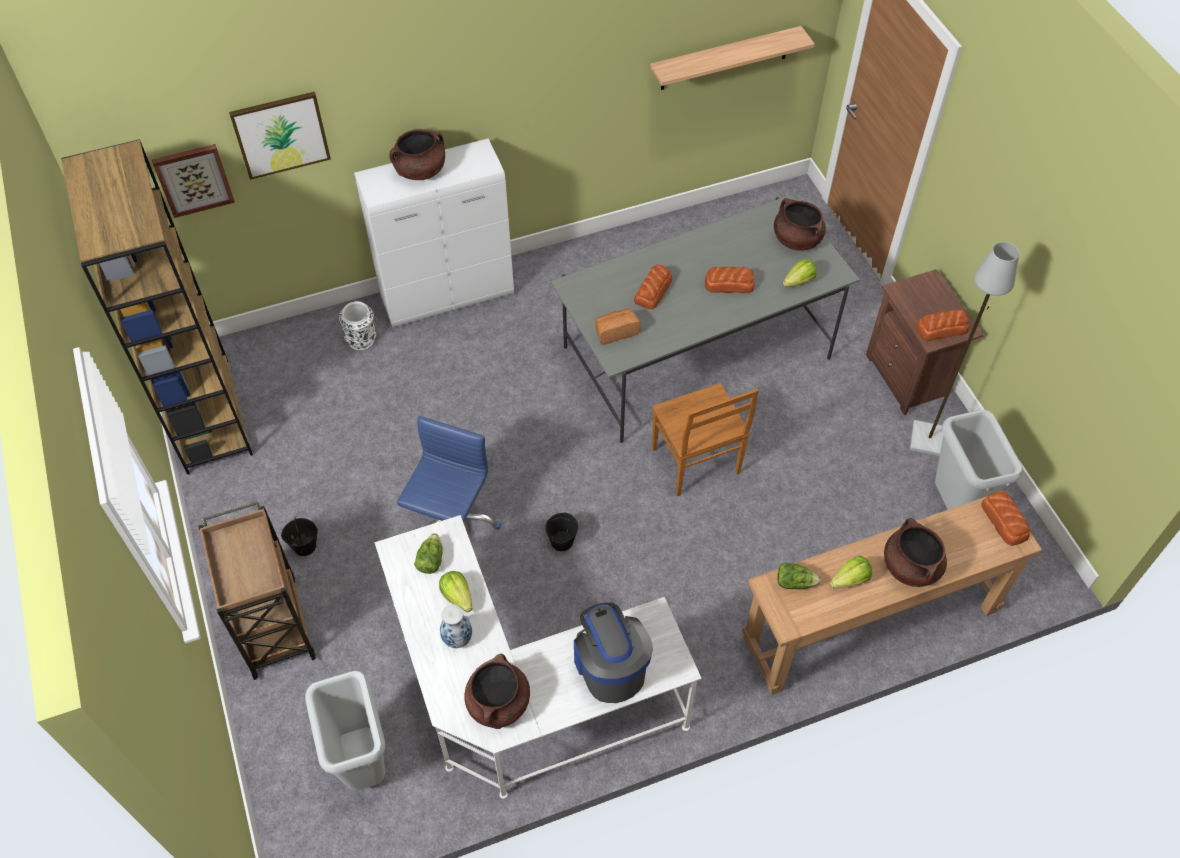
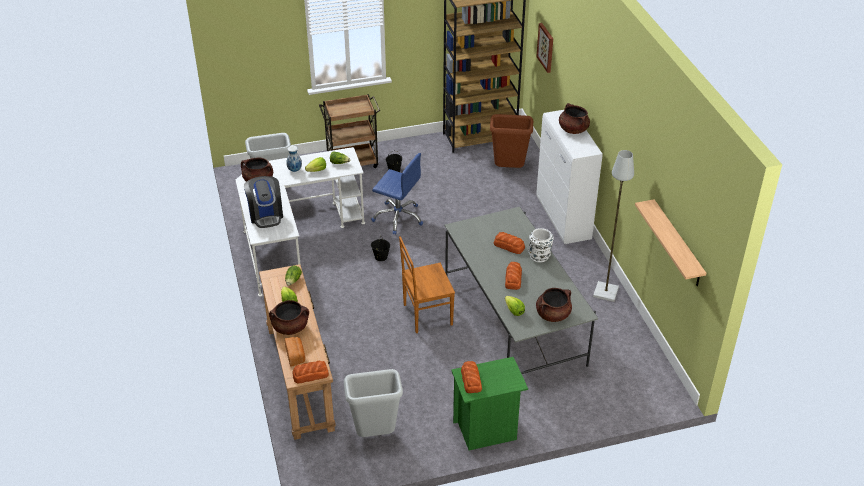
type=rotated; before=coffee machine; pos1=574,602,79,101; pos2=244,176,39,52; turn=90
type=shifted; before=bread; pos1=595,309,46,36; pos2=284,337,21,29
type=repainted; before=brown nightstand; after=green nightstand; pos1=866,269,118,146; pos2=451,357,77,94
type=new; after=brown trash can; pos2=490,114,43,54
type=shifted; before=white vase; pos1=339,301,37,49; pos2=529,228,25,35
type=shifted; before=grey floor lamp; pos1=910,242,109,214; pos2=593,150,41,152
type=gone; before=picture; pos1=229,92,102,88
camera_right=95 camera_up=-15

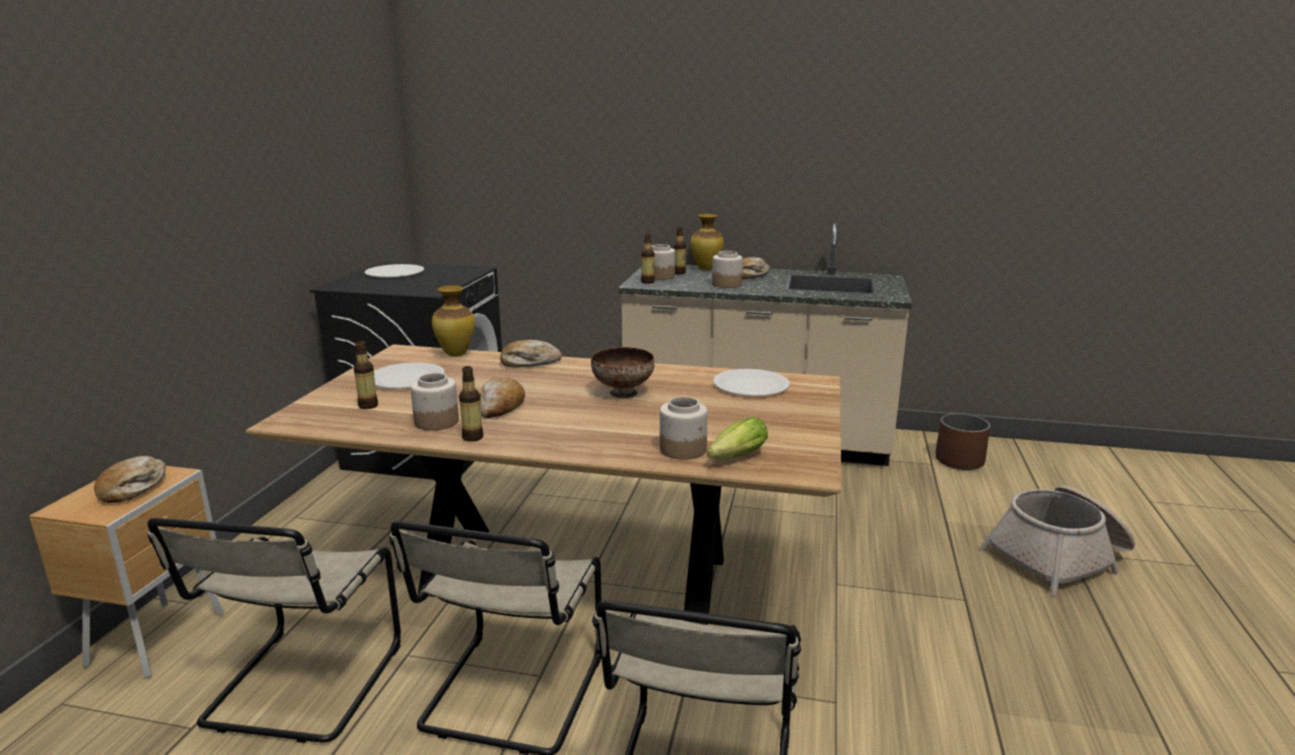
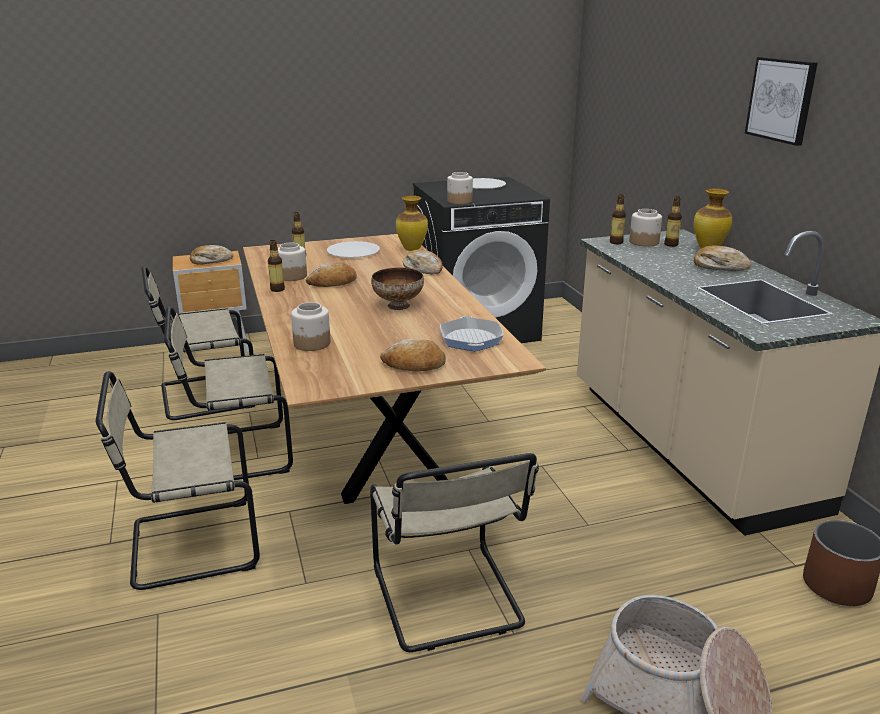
type=new; after=beige chair; pos2=370,453,169,199
type=new; after=bread; pos2=380,339,66,33
type=swapped; before=white plate; after=frying pan; pos1=713,369,77,27; pos2=440,316,64,36
type=shifted; before=jar; pos1=712,251,31,37; pos2=447,172,26,32
type=new; after=picture; pos2=745,57,73,89
type=gone; before=lettuce; pos1=707,417,61,43
camera_right=60 camera_up=5

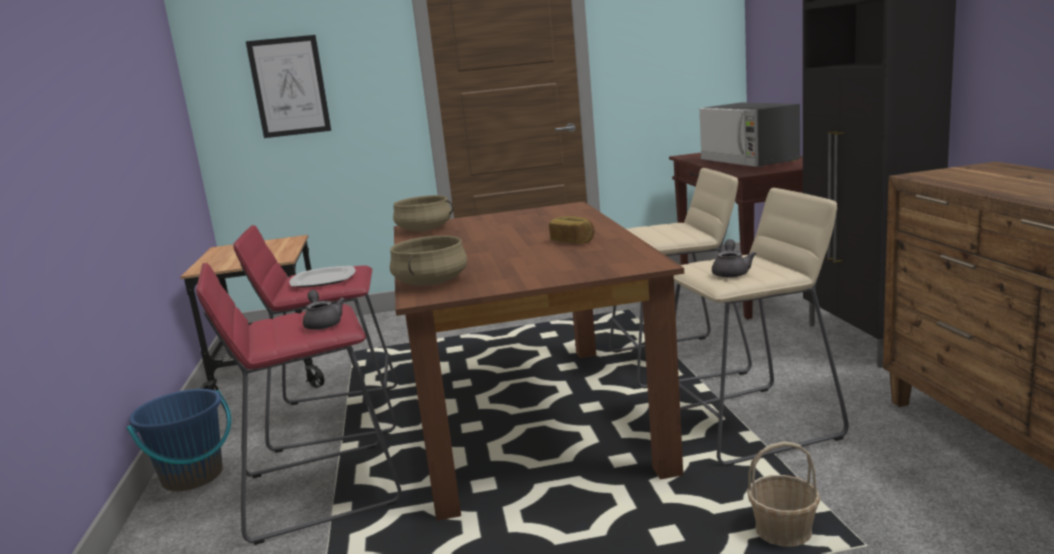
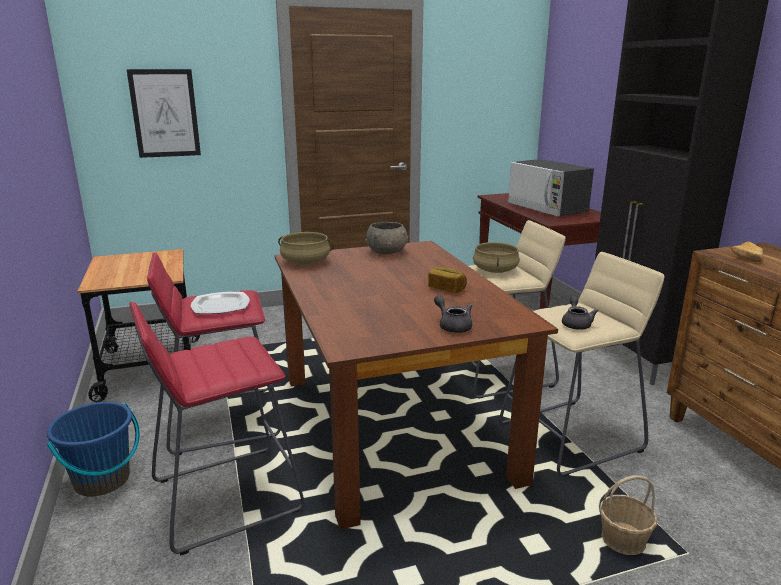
type=new; after=grey bowl; pos2=365,222,43,33
type=shifted; before=grey teapot; pos1=303,290,42,40; pos2=434,295,38,38
type=shifted; before=beige cooking pot; pos1=390,235,77,51; pos2=473,242,47,31
type=new; after=bread; pos2=732,241,31,21
camera_right=-10 camera_up=5

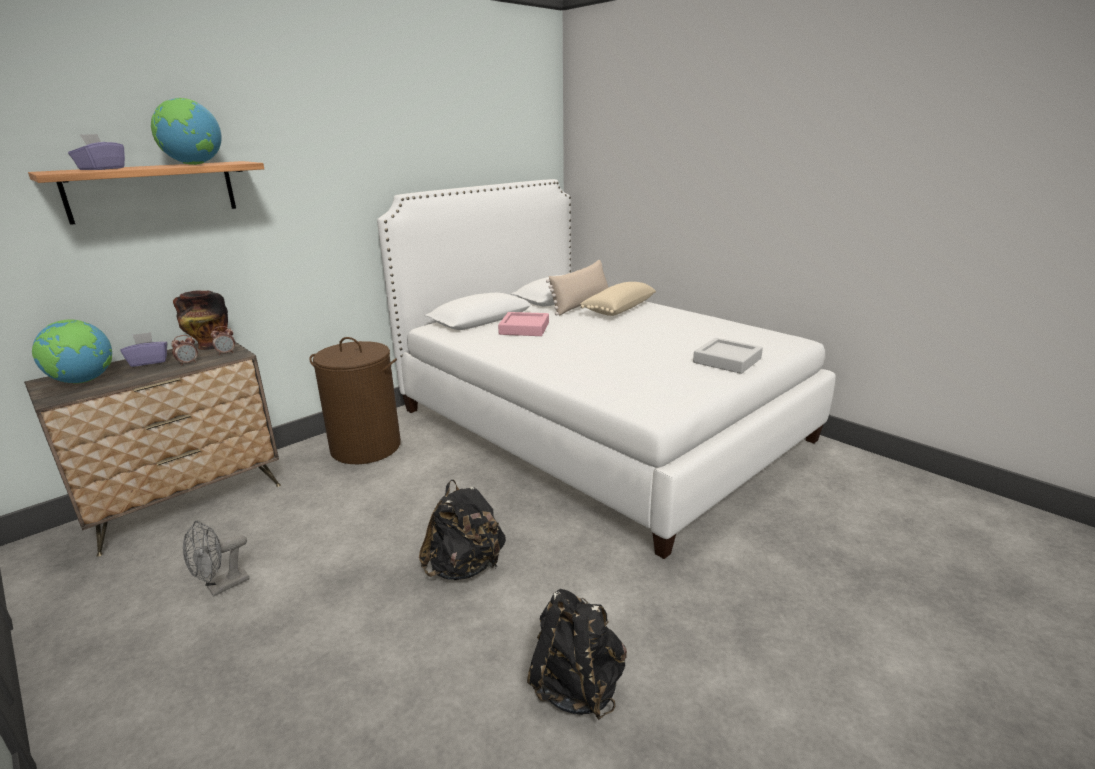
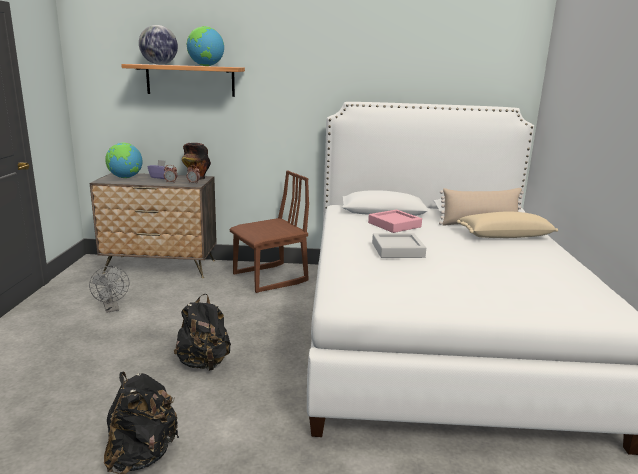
type=rotated; before=grey fan; pos1=183,521,67,76; pos2=89,266,40,47; turn=-120
type=swapped; before=purple tissue box; after=globe; pos1=68,134,57,36; pos2=139,25,39,40
type=swapped; before=brown laundry basket; after=brown chair; pos1=309,337,92,127; pos2=229,170,80,123
type=shifted; before=grey tray; pos1=693,338,70,36; pos2=372,233,54,25
camera_right=45 camera_up=-5

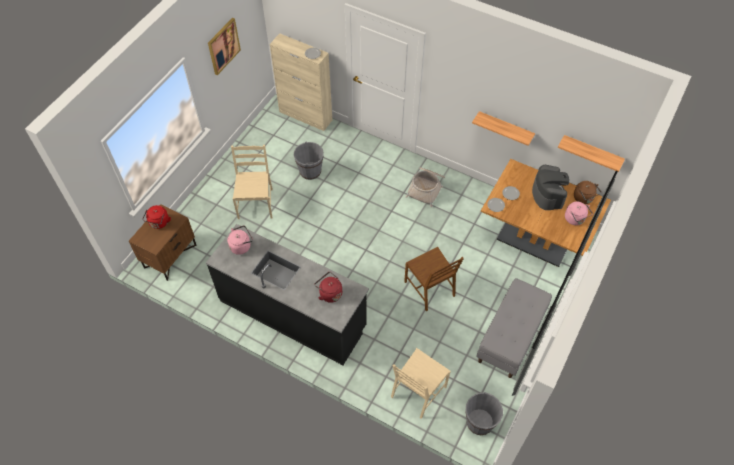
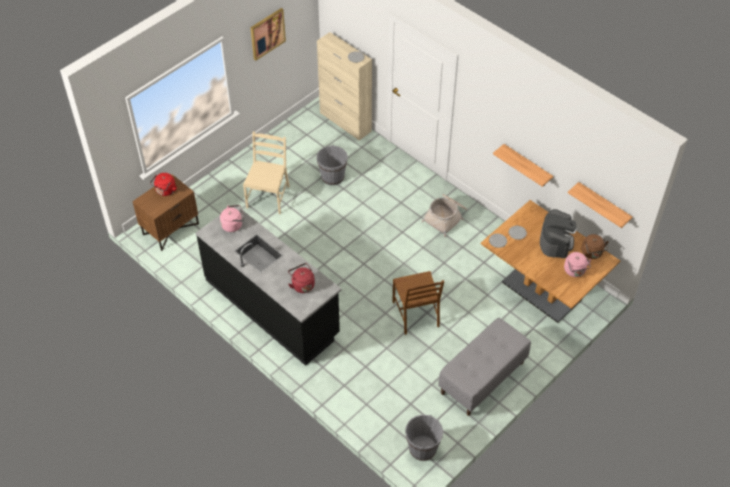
type=gone; before=beige chair; pos1=391,348,60,71
camera_right=15 camera_up=-5

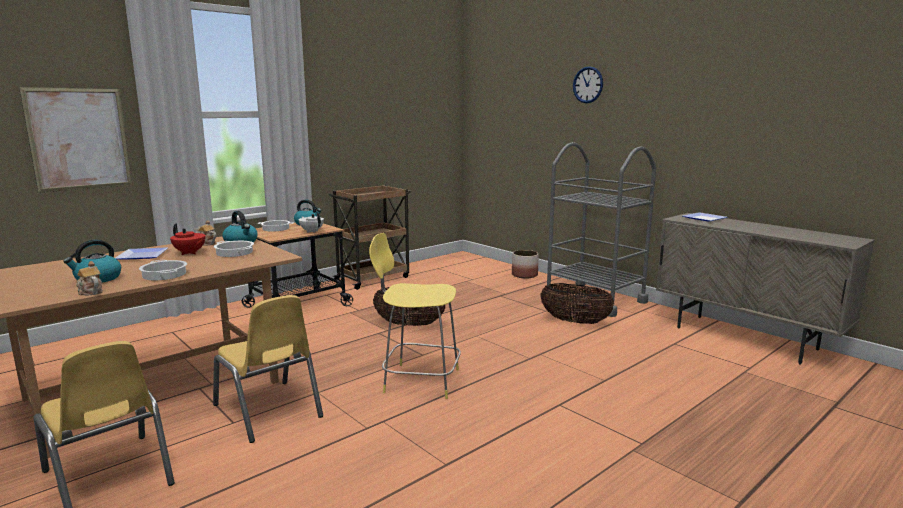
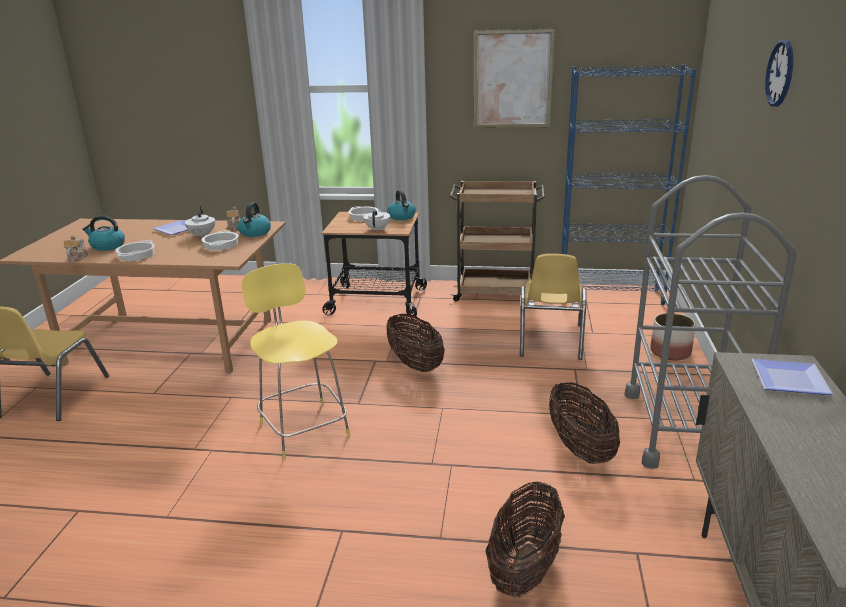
type=repainted; before=red teapot; after=white teapot; pos1=170,223,36,32; pos2=185,206,30,32
type=shifted; before=picture; pos1=19,87,114,106; pos2=473,29,83,98
type=new; after=basket; pos2=485,481,80,117
type=shifted; before=yellow chair; pos1=213,295,110,148; pos2=520,254,67,106
type=new; after=blue bookcase; pos2=561,64,135,241
camera_right=50 camera_up=10

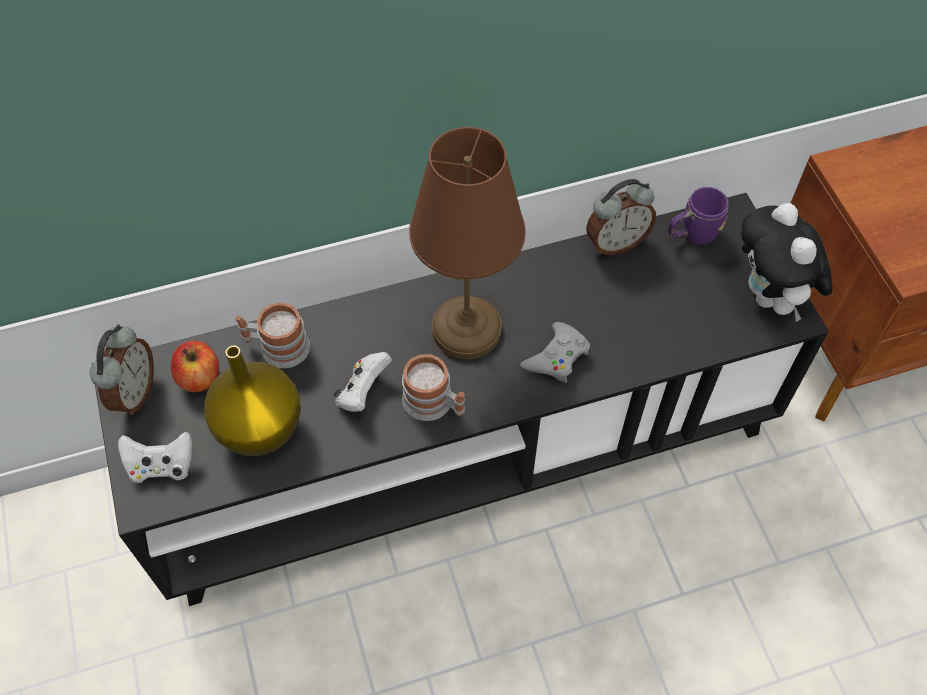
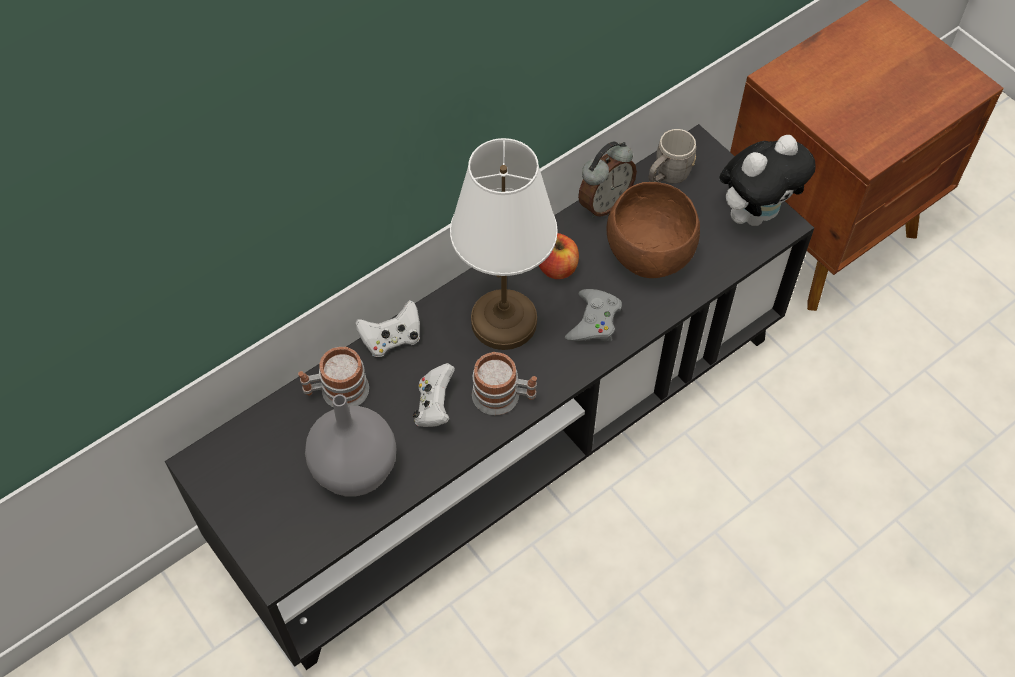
type=repainted; before=yellow vase; after=grey vase; pos1=204,345,97,111; pos2=305,394,92,103
type=shifted; before=white game controller; pos1=118,432,74,51; pos2=355,300,65,57
type=repainted; before=brown table lamp; after=white table lamp; pos1=409,127,117,232; pos2=450,138,108,212
type=shifted; before=apple; pos1=171,341,48,51; pos2=539,233,40,46
type=new; after=brown bowl; pos2=607,182,93,96
type=repainted; before=purple mug; after=grey mug; pos1=668,187,61,58; pos2=649,129,47,55
type=rotated; before=plush toy; pos1=741,203,92,119; pos2=719,135,97,91; turn=-90
type=gone; before=alarm clock; pos1=90,325,64,90
camera_right=-20 camera_up=0

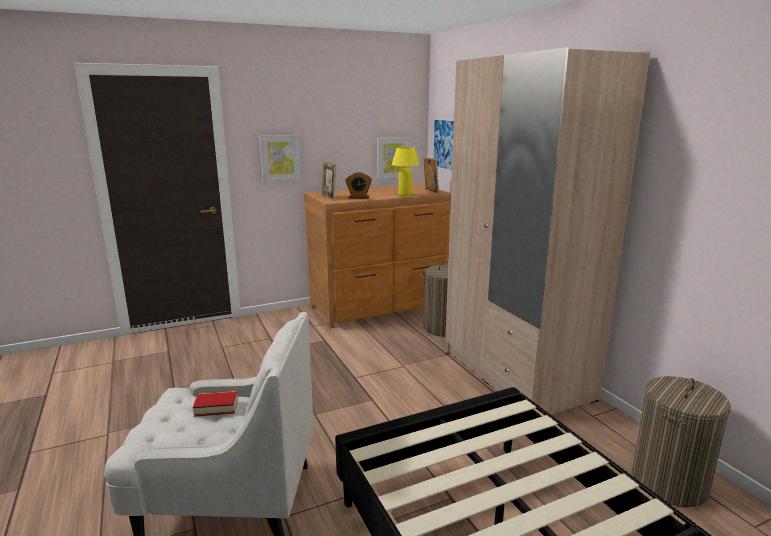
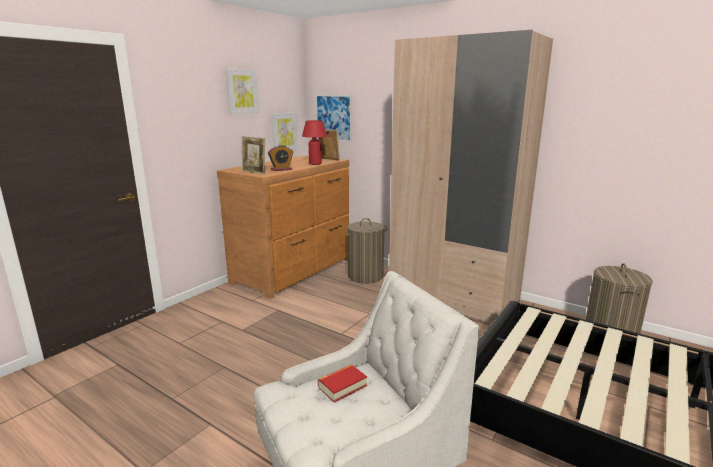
type=shifted; before=picture; pos1=259,135,42,47; pos2=225,68,34,46
type=repainted; before=yellow table lamp; after=red table lamp; pos1=392,147,27,49; pos2=302,120,25,45
camera_right=-30 camera_up=0

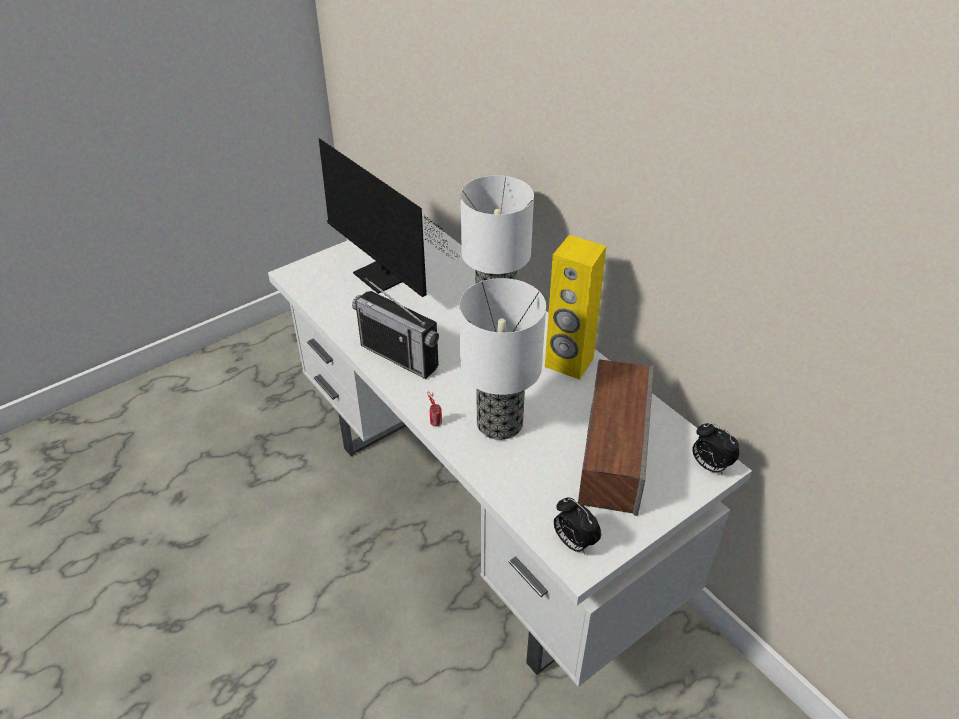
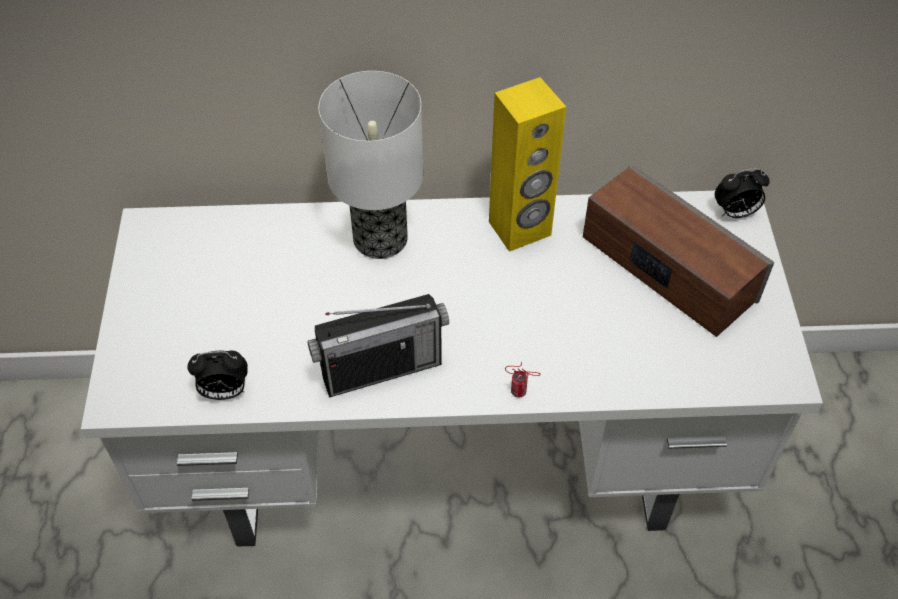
type=shifted; before=alarm clock; pos1=554,498,47,56; pos2=187,350,61,50
type=gone; before=monitor; pos1=319,138,141,159
type=gone; before=table lamp; pos1=459,278,87,162
camera_right=-55 camera_up=10

